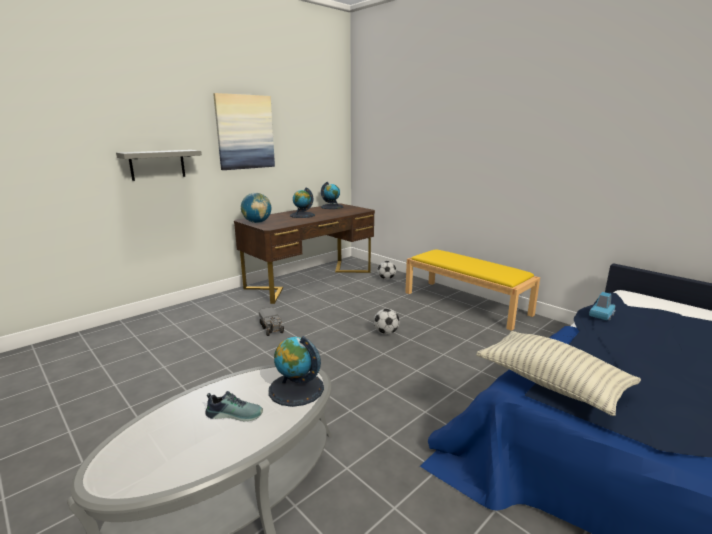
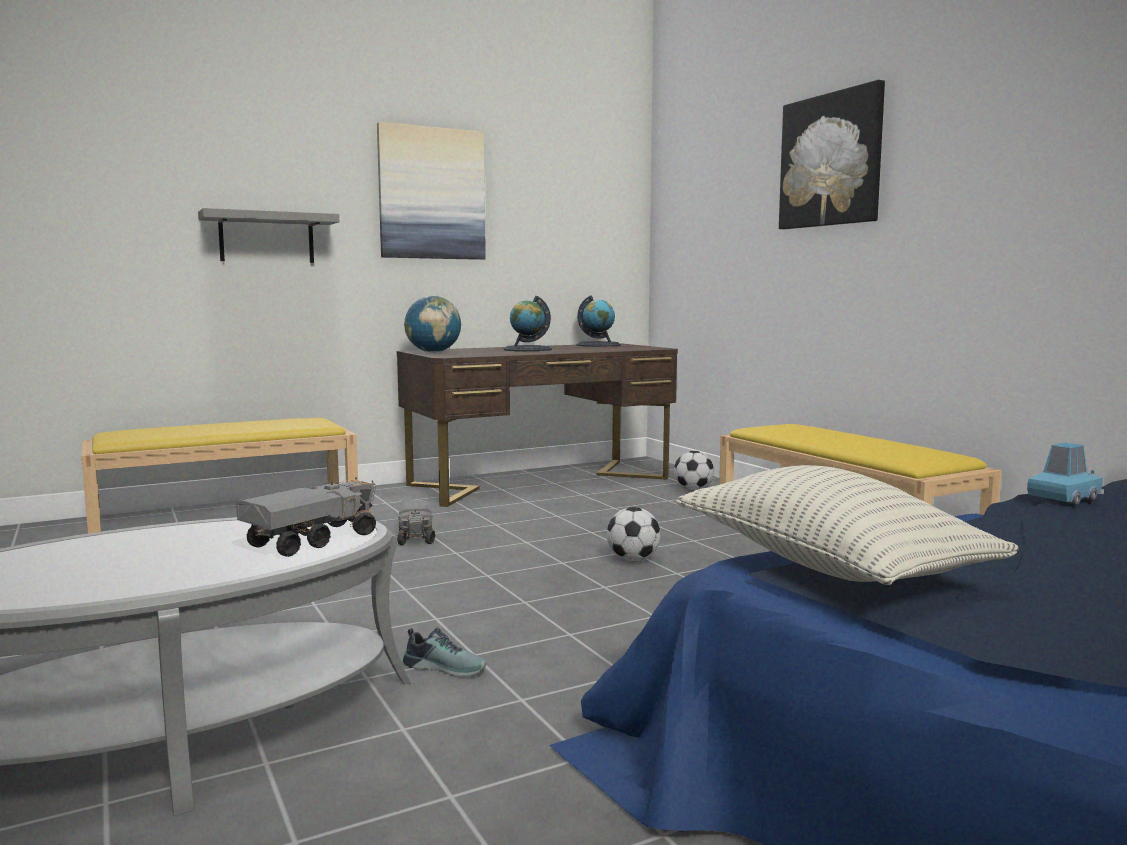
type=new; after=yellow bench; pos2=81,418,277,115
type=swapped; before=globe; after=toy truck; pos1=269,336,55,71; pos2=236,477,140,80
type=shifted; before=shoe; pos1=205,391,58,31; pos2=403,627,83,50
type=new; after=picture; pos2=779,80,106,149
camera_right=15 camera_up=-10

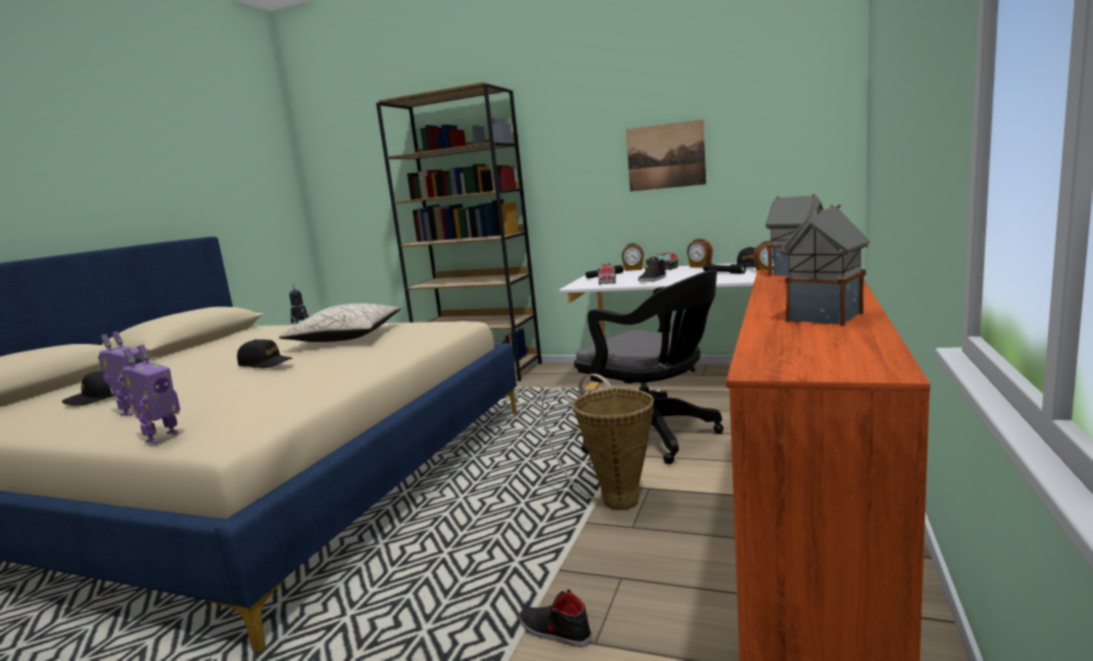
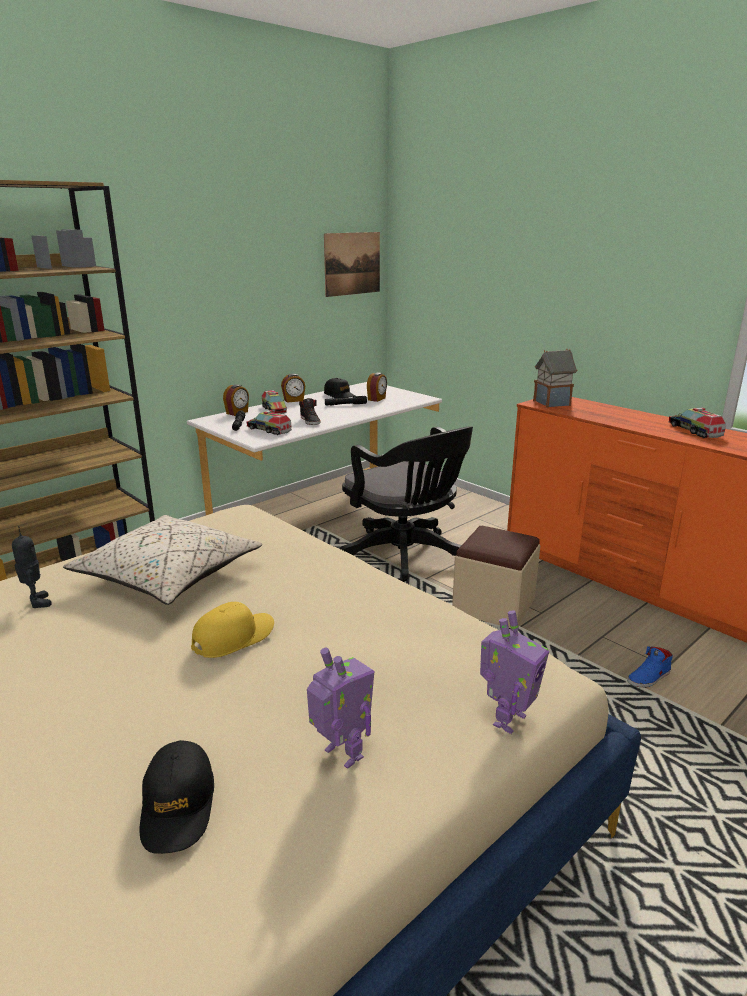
type=repainted; before=black cap; after=yellow cap; pos1=237,339,56,29; pos2=191,602,83,56
type=shifted; before=picture; pos1=626,119,80,73; pos2=324,232,56,65
type=rotated; before=black office chair; pos1=574,269,150,195; pos2=340,427,133,155; turn=75
type=swapped; before=basket; after=beige ottoman; pos1=541,374,113,136; pos2=452,526,88,102
type=rotated; before=toy robot; pos1=122,344,58,99; pos2=480,610,69,124; turn=75
type=repainted; before=black shoe; after=blue shoe; pos1=519,589,73,58; pos2=627,646,46,42
type=swapped; before=toy house; after=toy truck; pos1=780,204,90,122; pos2=668,408,58,30
camera_right=-65 camera_up=10

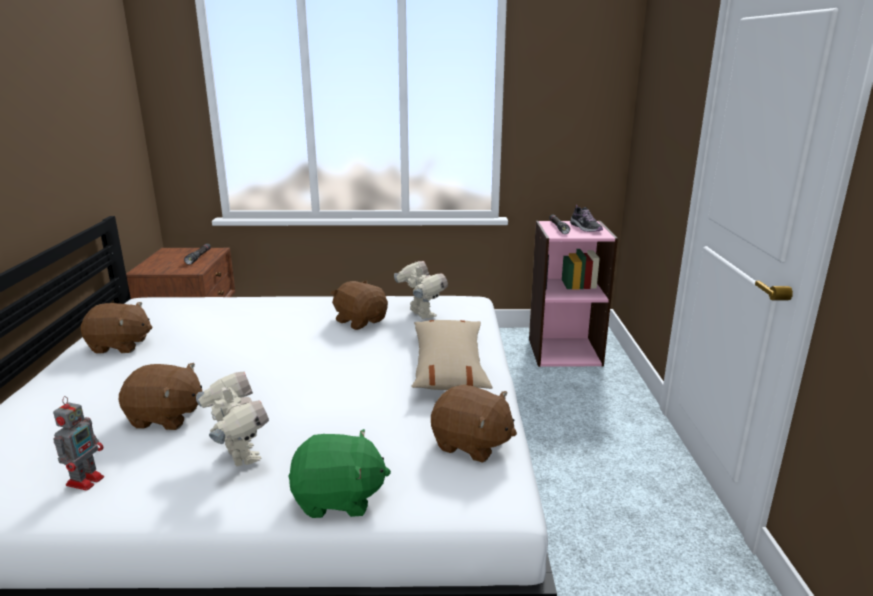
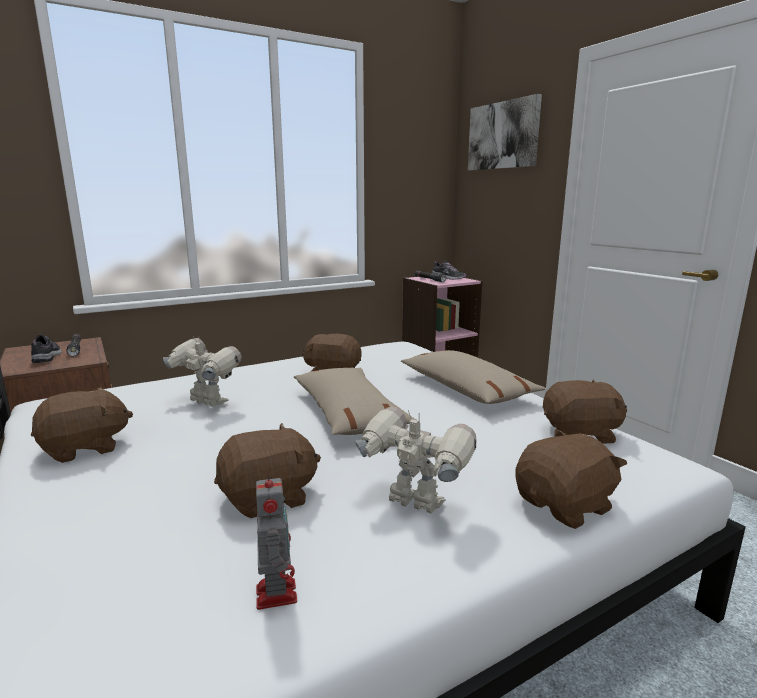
type=new; after=shoe; pos2=31,335,31,28
type=shifted; before=toy robot; pos1=394,261,54,58; pos2=163,336,79,71
type=new; after=beige pillow; pos2=294,367,122,68
type=new; after=picture; pos2=468,94,74,77
type=repainted; before=green plush toy; after=brown plush toy; pos1=288,429,103,89; pos2=515,429,112,100
camera_right=-30 camera_up=-5

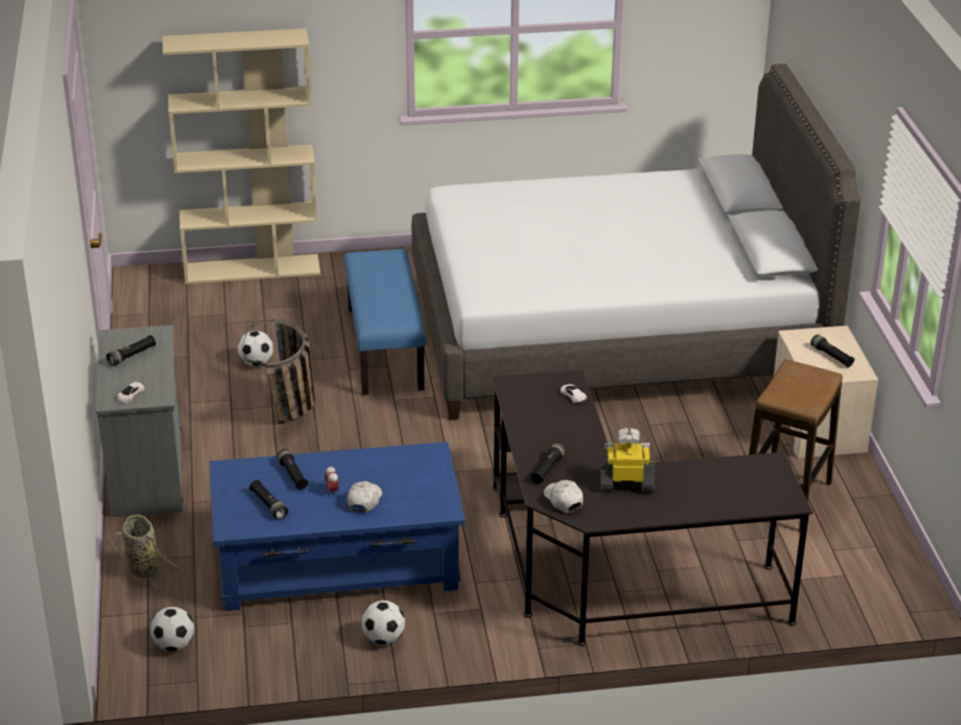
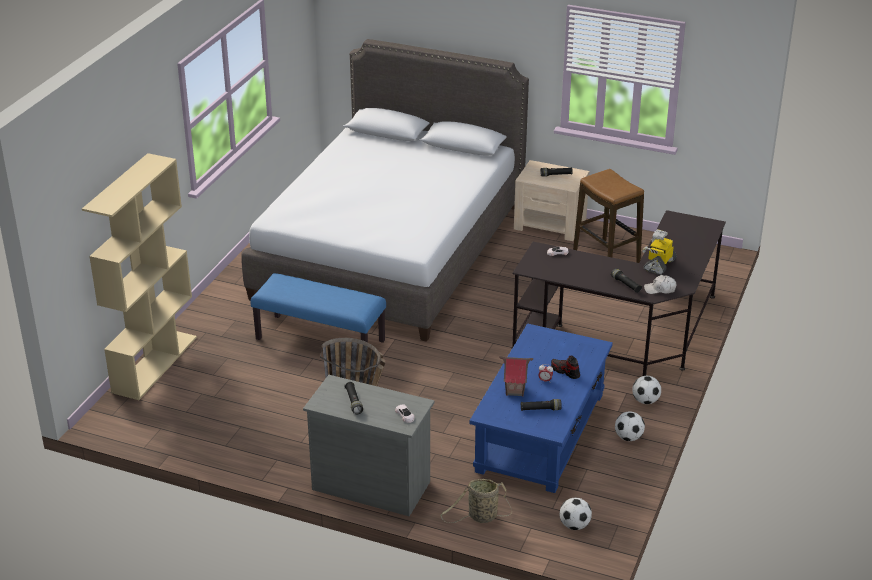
type=swapped; before=black flashlight; after=toy house; pos1=277,449,31,40; pos2=499,356,35,41
type=swapped; before=white cap; after=shoe; pos1=347,481,35,31; pos2=551,356,29,23
type=shifted; before=football; pos1=238,331,35,35; pos2=632,376,29,28
camera_right=-60 camera_up=0

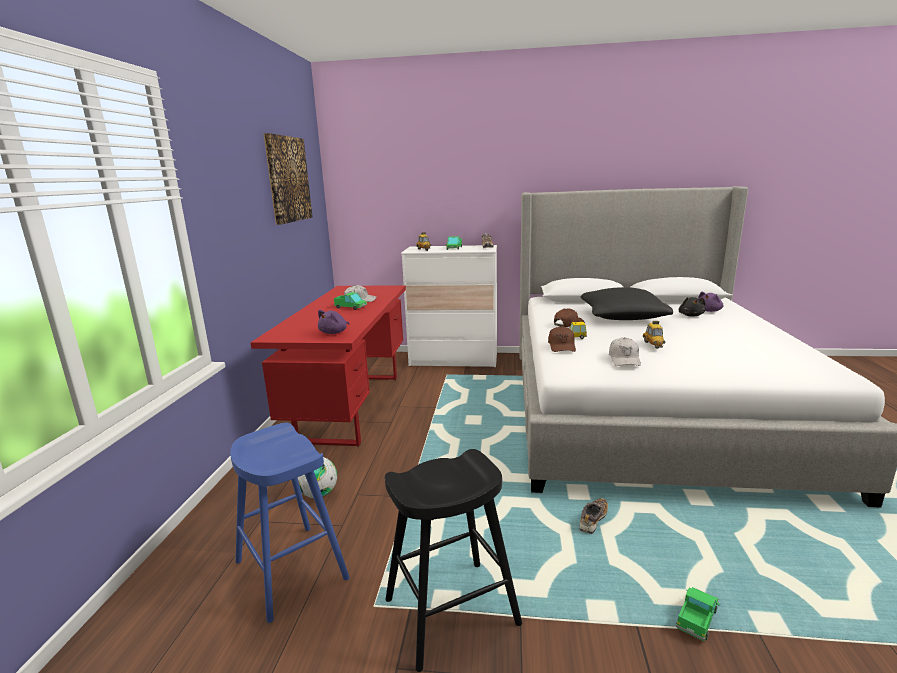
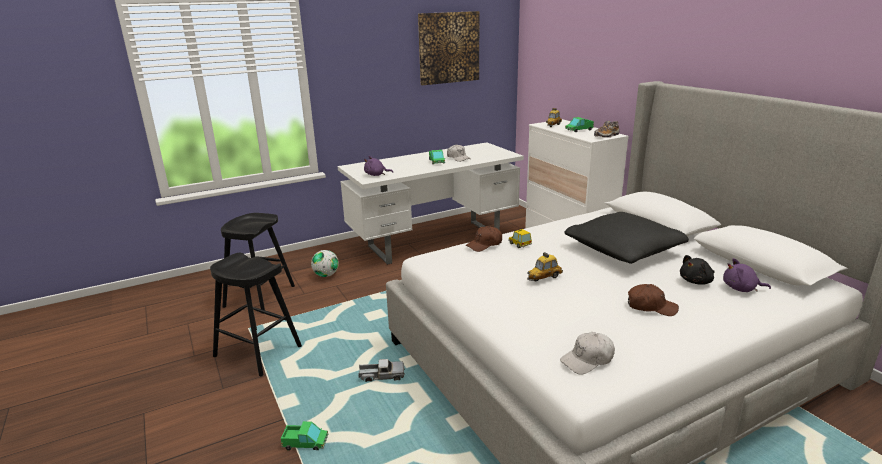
type=repainted; before=blue stool; after=black stool; pos1=231,423,119,200; pos2=221,213,74,101
type=repainted; before=red desk; after=white desk; pos1=250,285,156,162; pos2=338,142,186,123
type=swapped; before=shoe; after=toy truck; pos1=579,498,29,36; pos2=358,359,47,23
type=shifted; before=white cap; pos1=609,337,32,29; pos2=560,332,55,43
type=shifted; before=brown cap; pos1=554,309,31,18; pos2=628,284,51,32
camera_right=55 camera_up=5

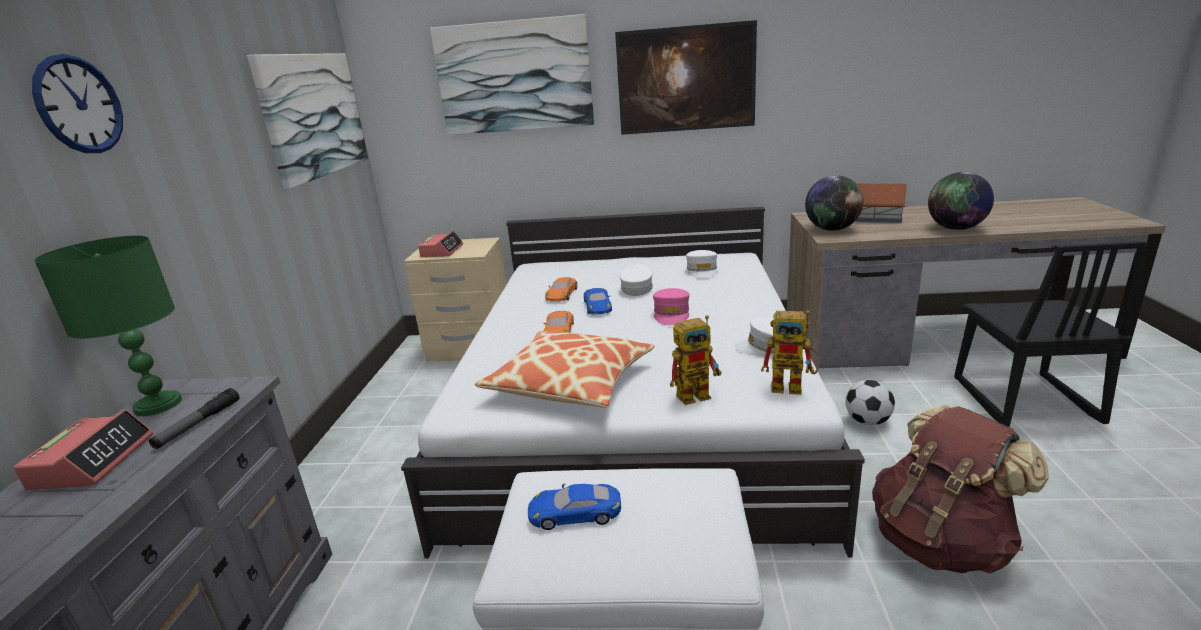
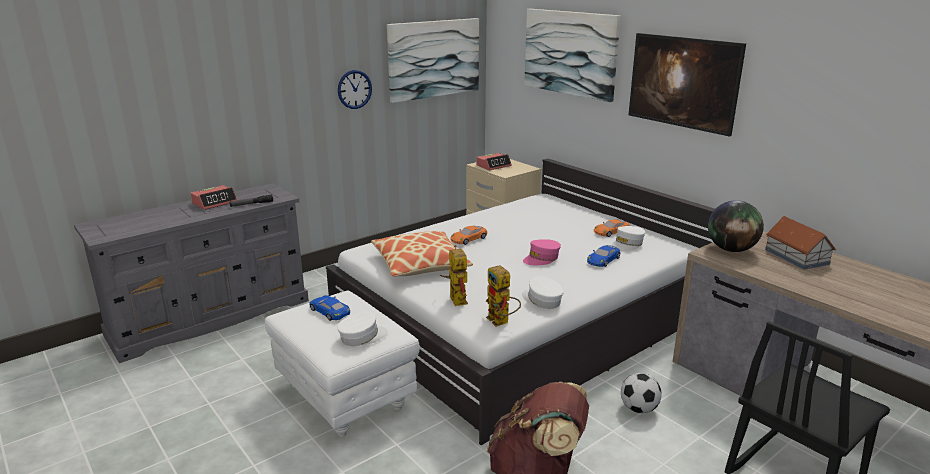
type=shifted; before=white cap; pos1=620,264,33,32; pos2=337,312,51,34
type=shifted; before=wall clock; pos1=32,54,91,99; pos2=338,70,34,39
type=rotated; before=toy robot; pos1=670,315,52,90; pos2=440,245,28,61; turn=-135
type=shifted; before=blue toy car; pos1=584,288,28,27; pos2=587,245,33,22
type=shifted; before=orange toy car; pos1=545,277,32,25; pos2=594,219,36,18
type=gone; before=green table lamp; pos1=34,235,148,181
type=gone; before=globe; pos1=928,172,66,58
camera_right=45 camera_up=0

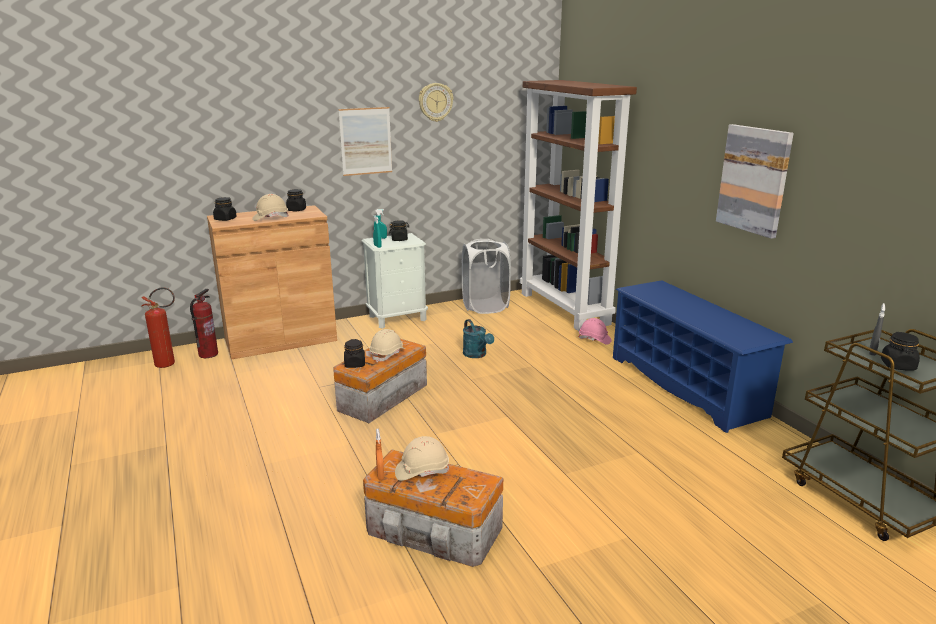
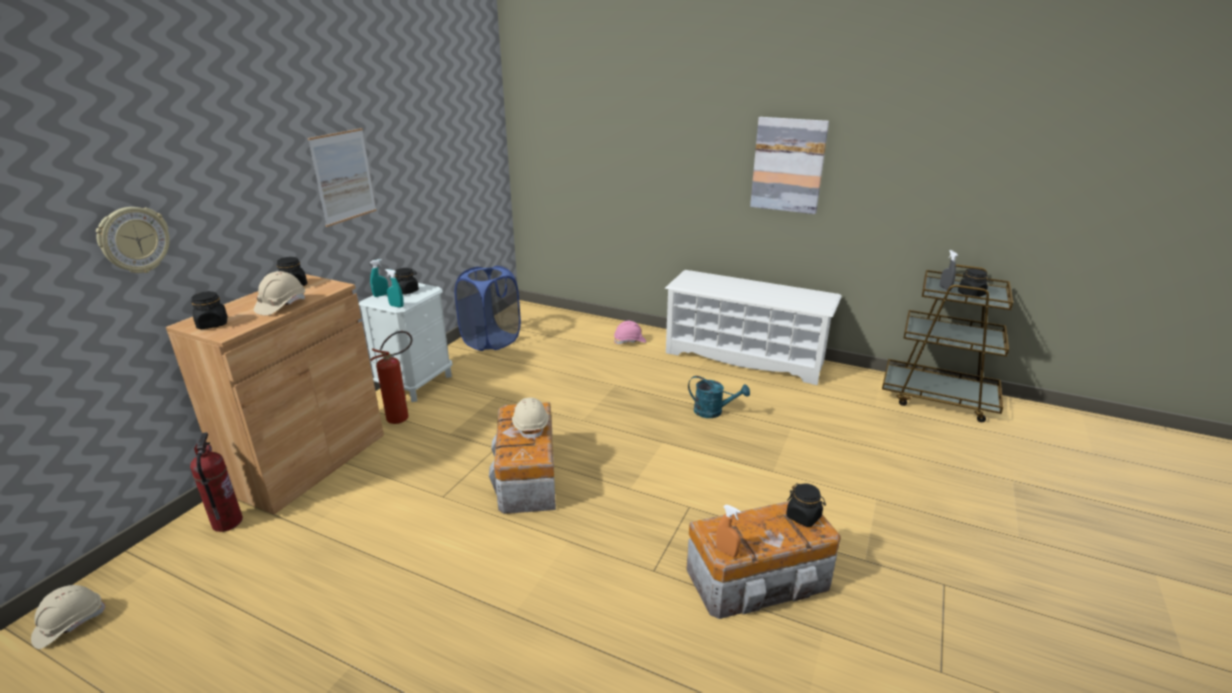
type=shifted; before=beige hard hat; pos1=395,436,54,45; pos2=31,585,74,64
type=shifted; before=wall clock; pos1=419,83,34,39; pos2=96,207,74,66
type=shifted; before=fire extinguisher; pos1=141,287,34,81; pos2=370,331,42,93
type=repainted; before=white laundry basket; after=blue laundry basket; pos1=462,239,49,75; pos2=455,266,66,85
type=repainted; before=blue shoe rack; after=white shoe rack; pos1=613,280,180,153; pos2=665,270,177,115
type=shifted; before=turquoise watering can; pos1=463,319,31,39; pos2=688,376,62,42
type=shifted; before=black jar; pos1=344,339,21,29; pos2=786,483,40,44
type=gone; before=brown bookcase; pos1=520,80,117,251
camera_right=-40 camera_up=5

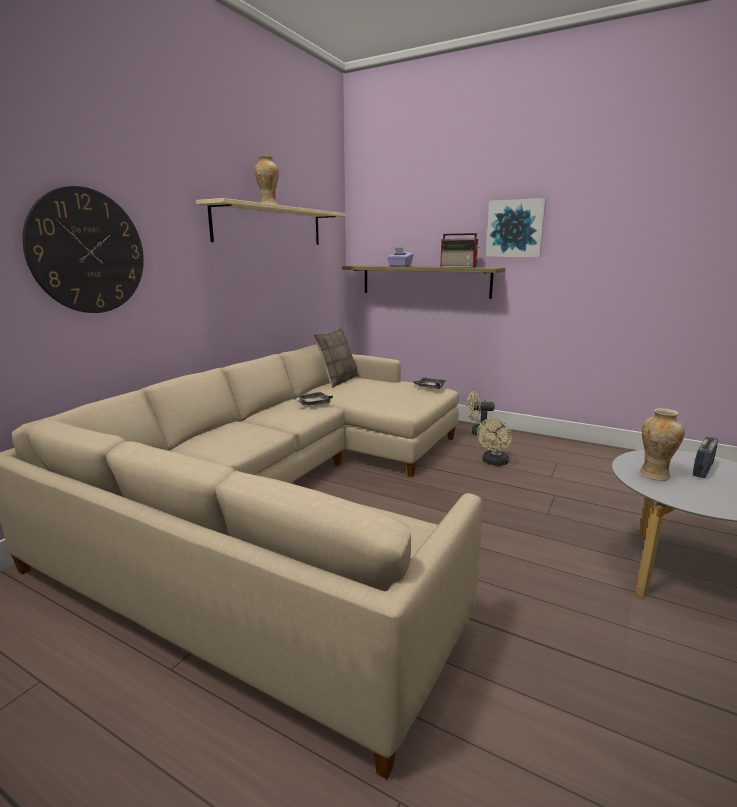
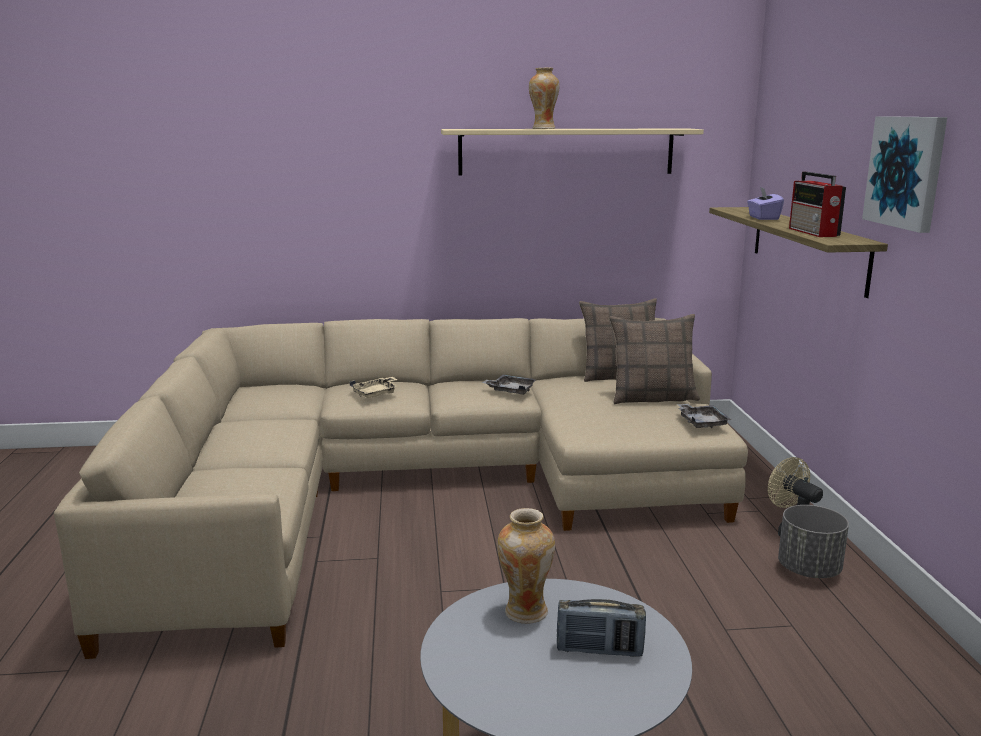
type=new; after=beige tray; pos2=350,377,48,21
type=new; after=pillow; pos2=609,314,91,90
type=new; after=grey planter; pos2=778,505,71,73
type=gone; before=wall clock; pos1=22,186,122,127
type=gone; before=beige fan; pos1=477,418,35,48
camera_right=55 camera_up=0

